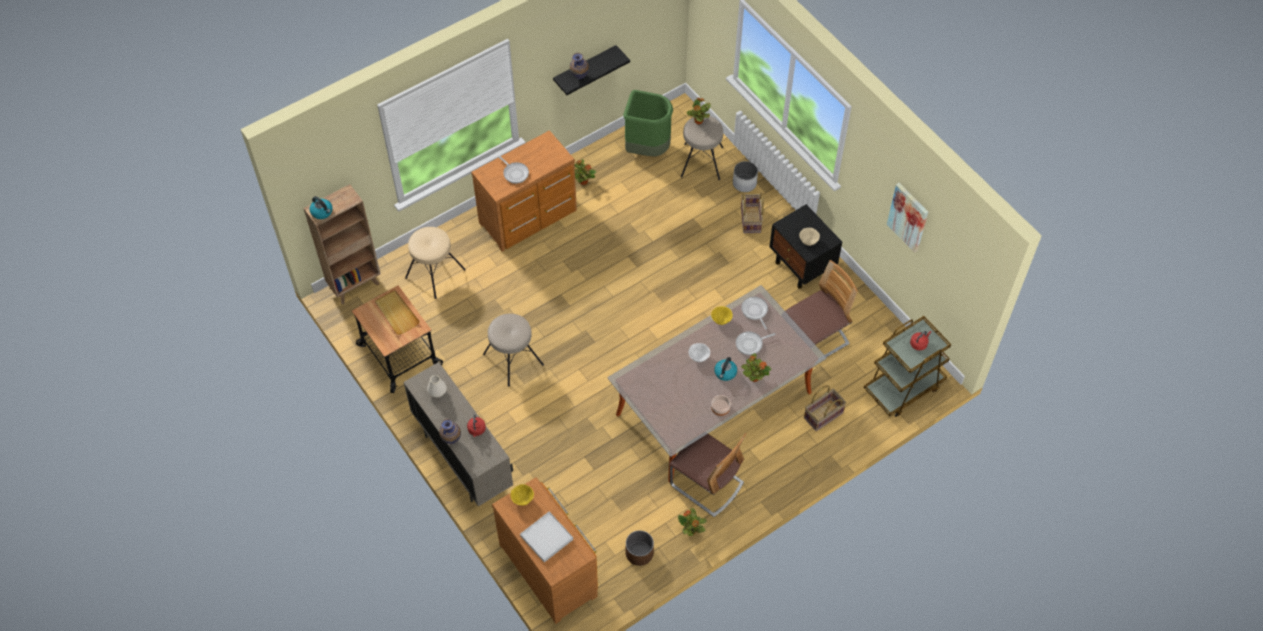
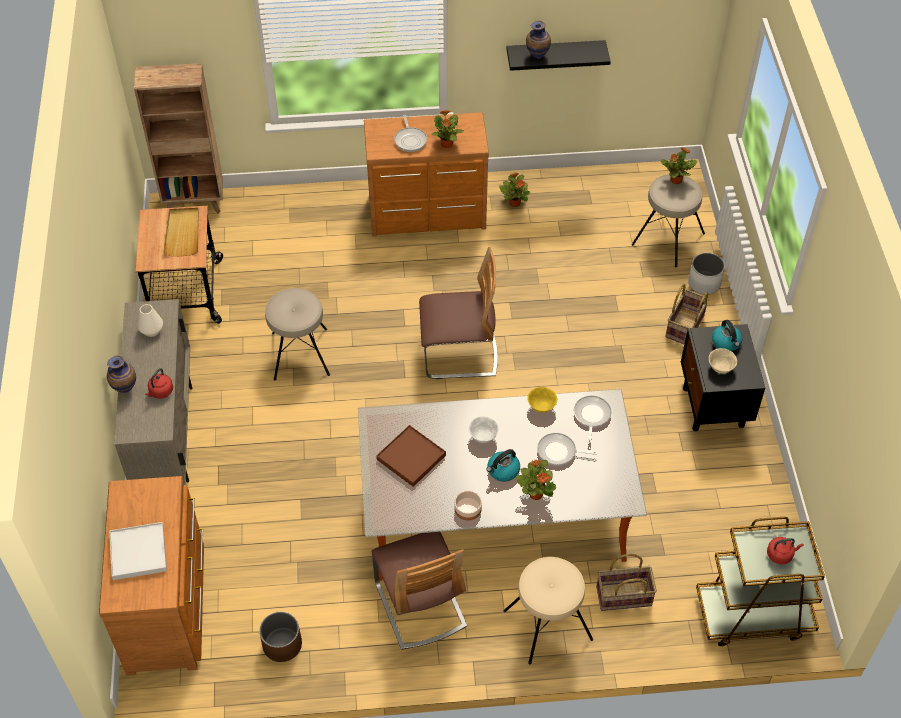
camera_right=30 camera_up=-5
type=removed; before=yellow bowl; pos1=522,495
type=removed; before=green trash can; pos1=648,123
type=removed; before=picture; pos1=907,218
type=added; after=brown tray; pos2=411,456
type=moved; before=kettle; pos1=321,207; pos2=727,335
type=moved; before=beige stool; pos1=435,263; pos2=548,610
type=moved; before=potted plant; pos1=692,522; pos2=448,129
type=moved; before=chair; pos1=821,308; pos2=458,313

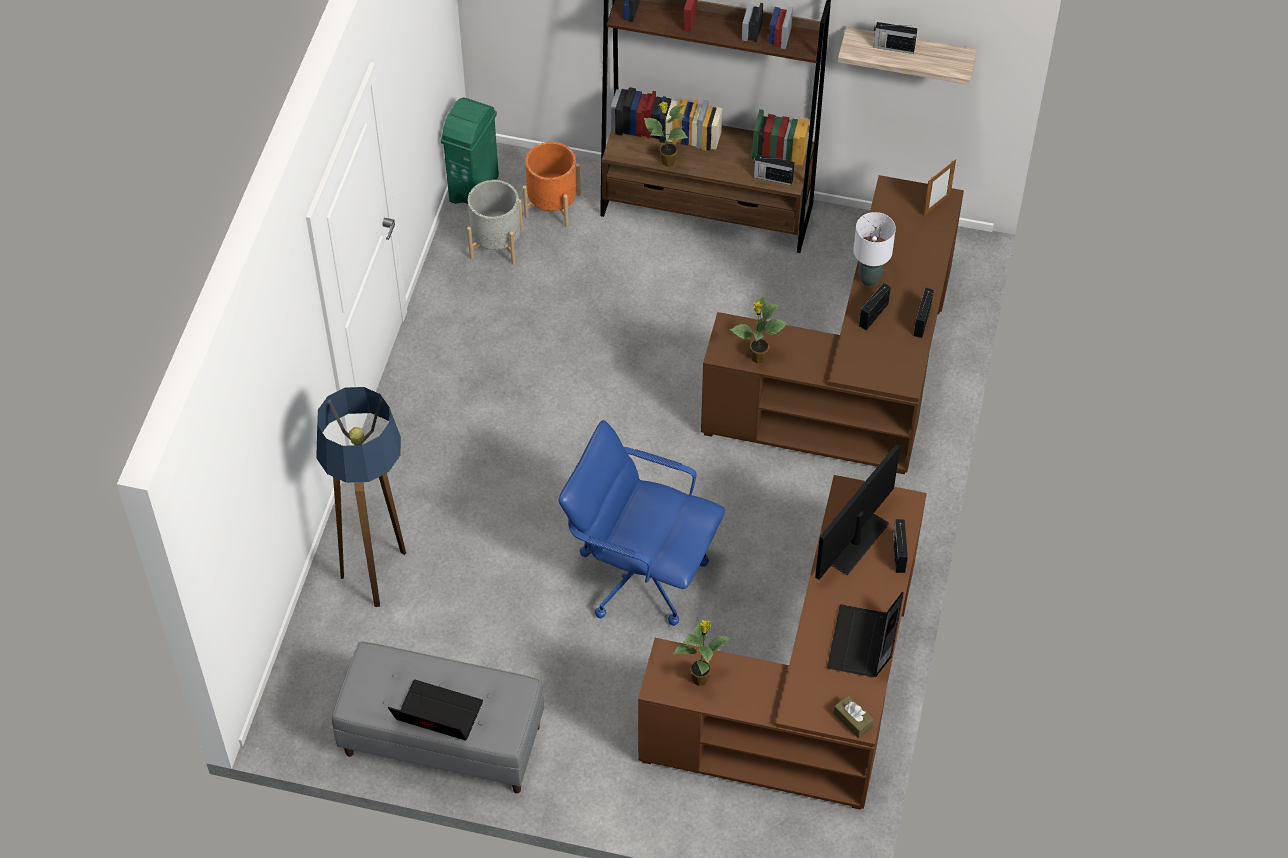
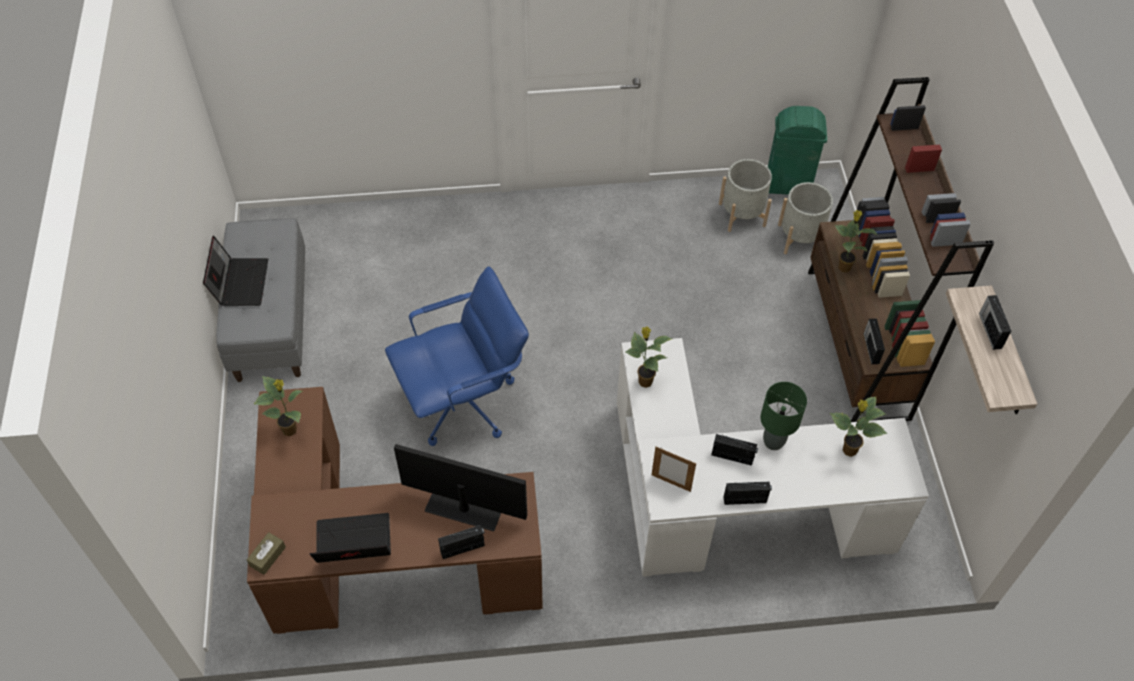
camera_right=70 camera_up=0
type=removed; before=floor lamp; pos1=361,497
type=added; after=potted plant; pos2=858,427
type=moved; before=picture frame; pos1=939,188; pos2=674,469
type=recoloured; before=orange planter; after=grey planter; pos1=552,184; pos2=805,218
type=recoloured; before=brown desk; after=white desk; pos1=832,324; pos2=773,457
type=recoloured; before=white table lamp; after=green table lamp; pos1=874,249; pos2=783,416
type=turned; before=blue office chair; pos1=641,523; pos2=457,356; turn=60

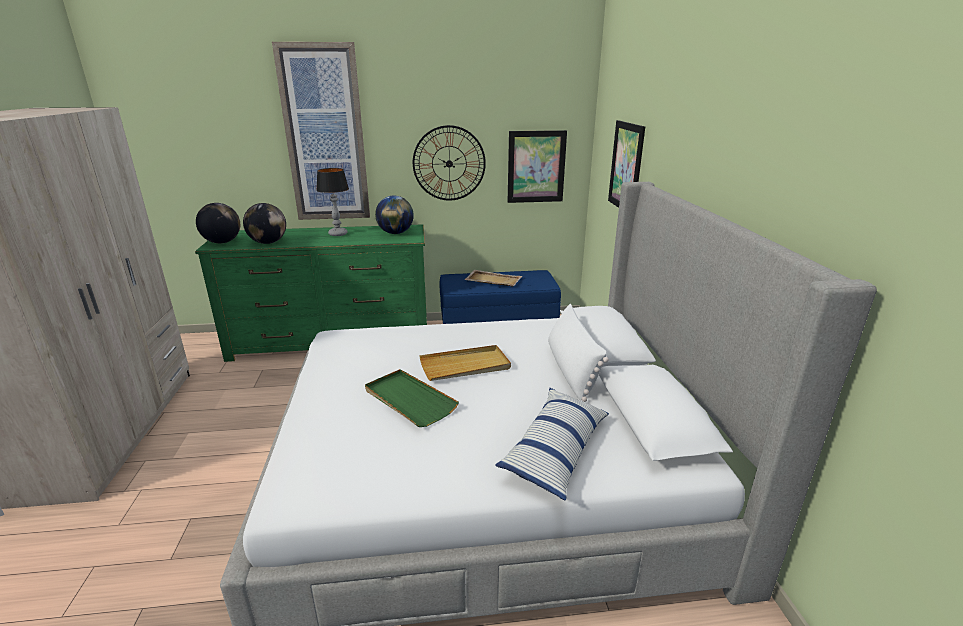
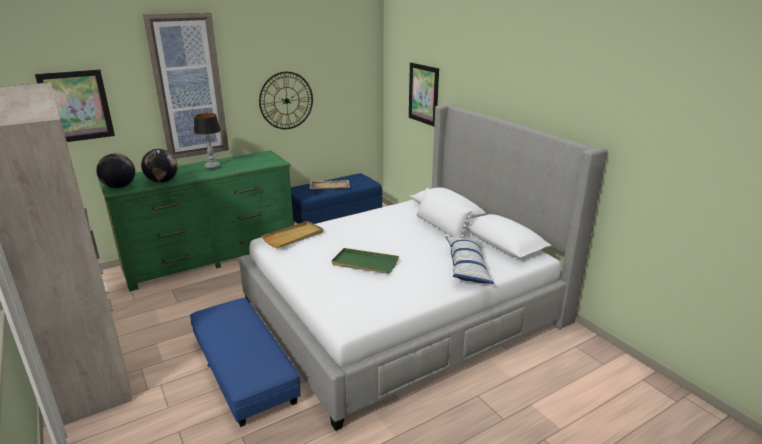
camera_right=-25 camera_up=0
type=removed; before=globe; pos1=394,215
type=added; after=blue ottoman; pos2=245,362
type=moved; before=beige tray; pos1=465,363; pos2=292,234
type=moved; before=picture; pos1=537,166; pos2=75,105

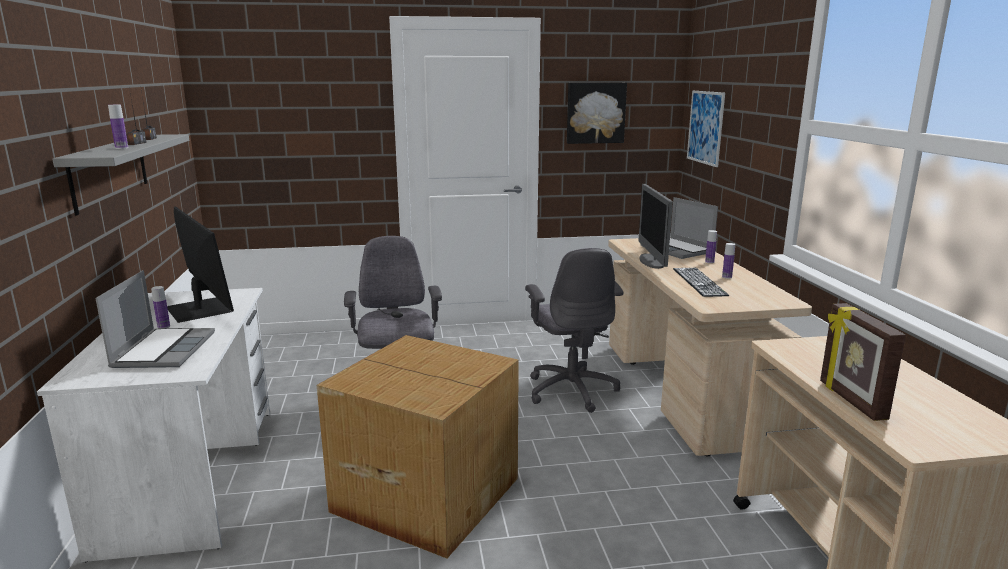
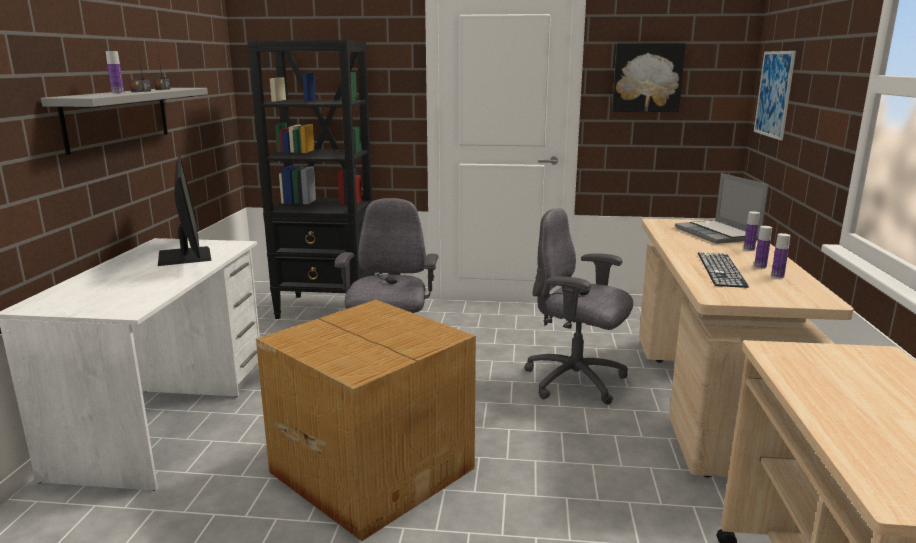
camera_right=15 camera_up=0
type=removed; before=laptop; pos1=155,319
type=removed; before=monitor; pos1=655,226
type=removed; before=picture frame; pos1=863,362
type=added; after=black bookcase; pos2=311,179
type=moved; before=bottle; pos1=160,307; pos2=780,255
type=turned; before=grey office chair; pos1=574,330; pos2=578,306; turn=120

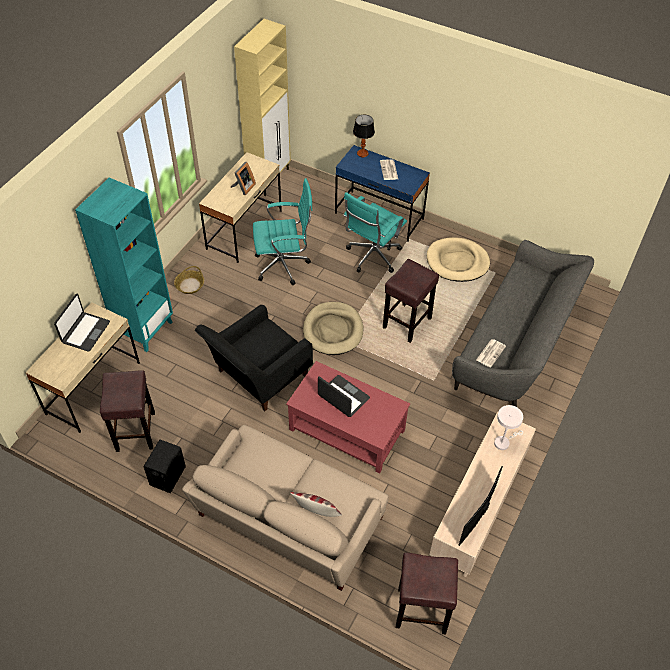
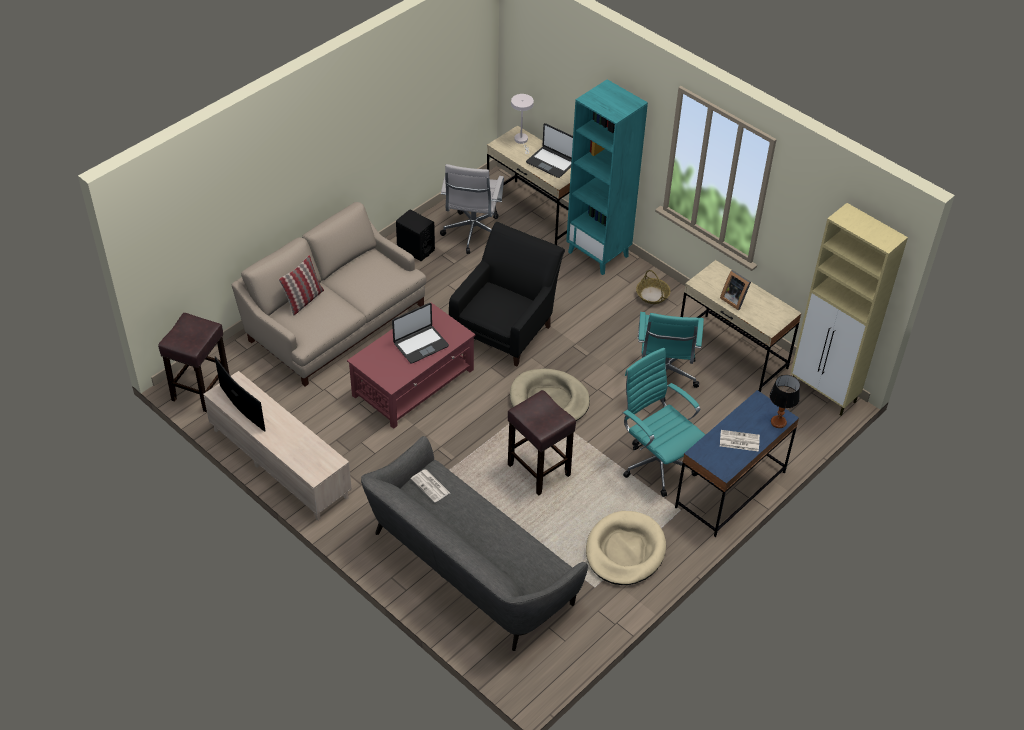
camera_right=105 camera_up=-5
type=moved; before=white table lamp; pos1=508,427; pos2=522,124
type=replaced; before=brown stool; after=white office chair; pos1=127,411; pos2=472,209
type=turned; before=black armchair; pos1=254,358; pos2=507,294; turn=60

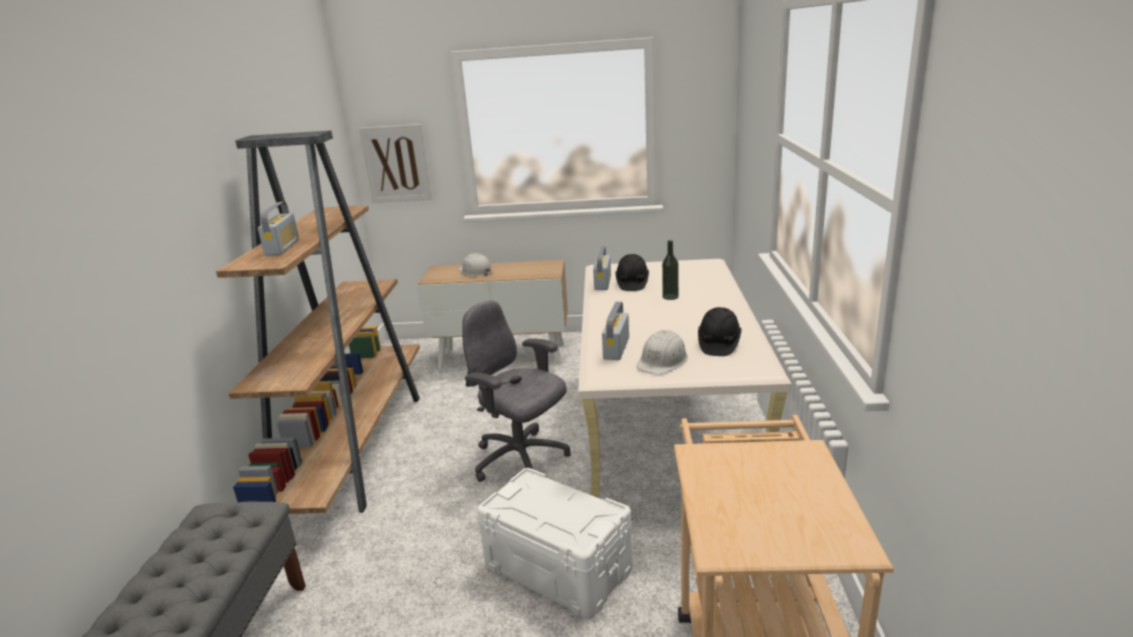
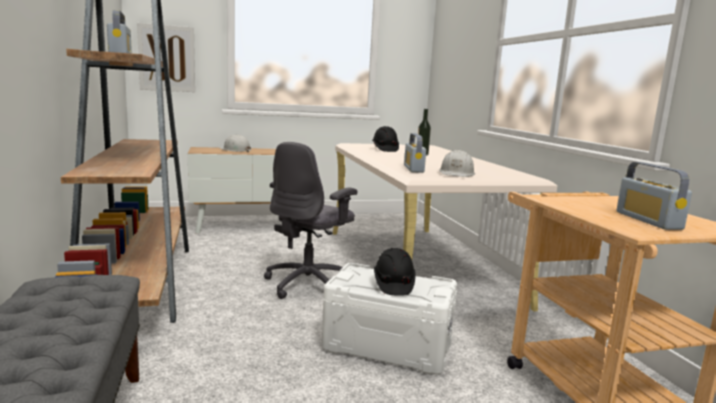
camera_right=-20 camera_up=-10
type=moved; before=radio; pos1=602,268; pos2=654,196
type=moved; before=black hard hat; pos1=719,331; pos2=395,272
type=turned; before=grey office chair; pos1=516,391; pos2=310,220; turn=-75

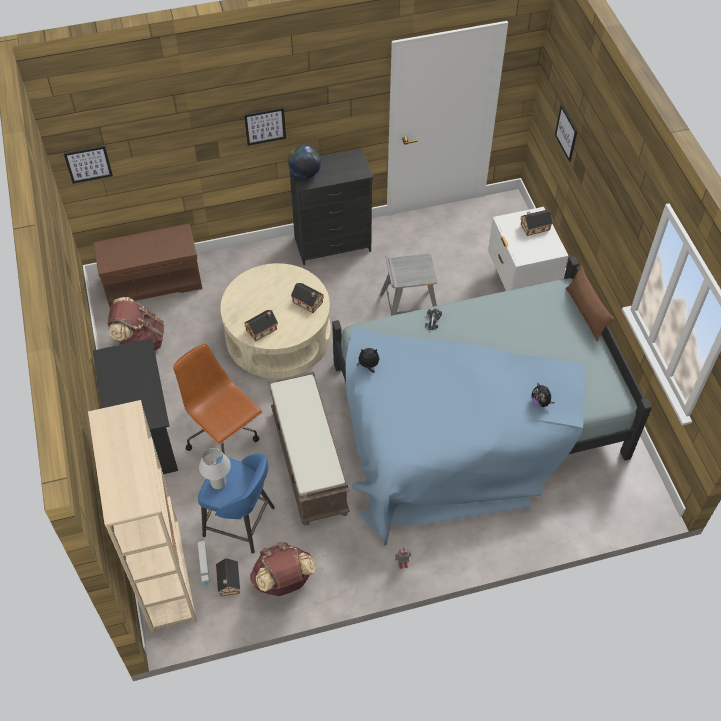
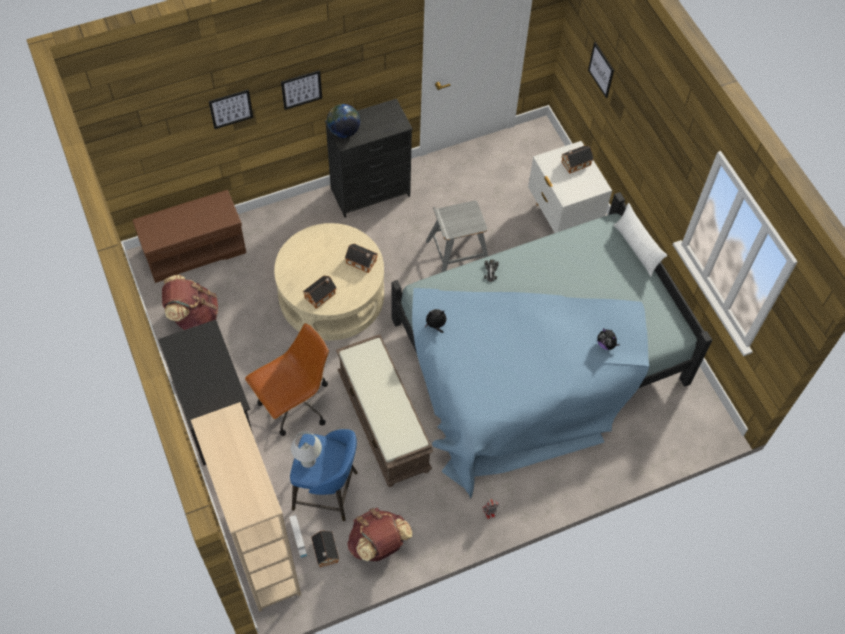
camera_right=-10 camera_up=5
type=moved; before=picture; pos1=88,165; pos2=231,109
type=recoloured; before=brown pillow; after=white pillow; pos1=590,303; pos2=640,240
type=turned; before=brown office chair; pos1=217,399; pos2=287,379; turn=105

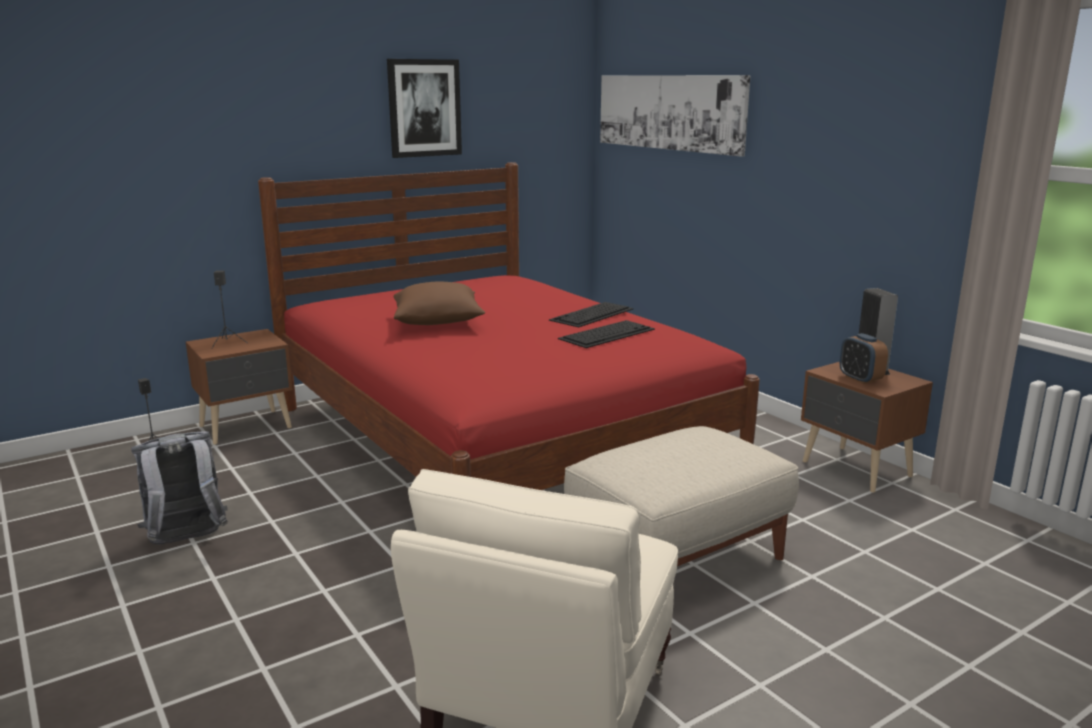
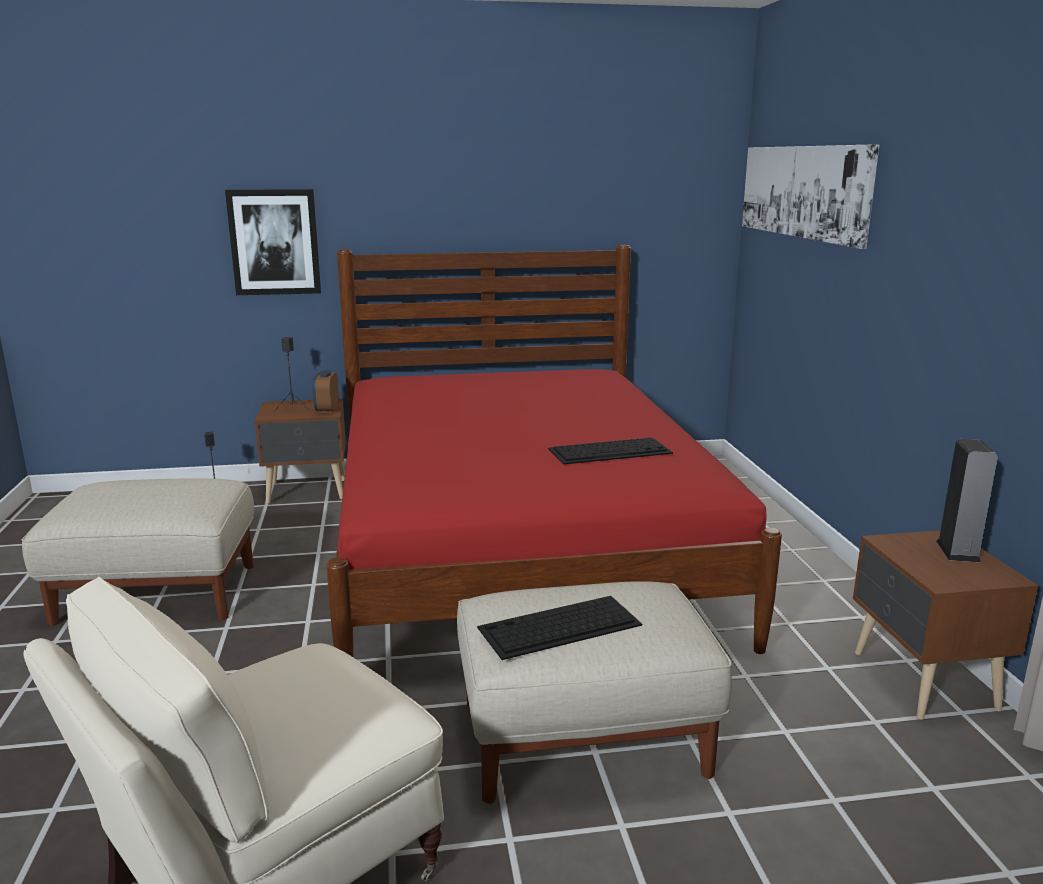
camera_right=25 camera_up=0
type=removed; before=brown pillow; pos1=439,303
type=moved; before=picture; pos1=424,108; pos2=273,242
type=moved; before=keyboard; pos1=591,315; pos2=559,628
type=moved; before=alarm clock; pos1=864,358; pos2=325,391
type=replaced; before=grey backpack; after=beige ottoman; pos1=179,488; pos2=138,552

